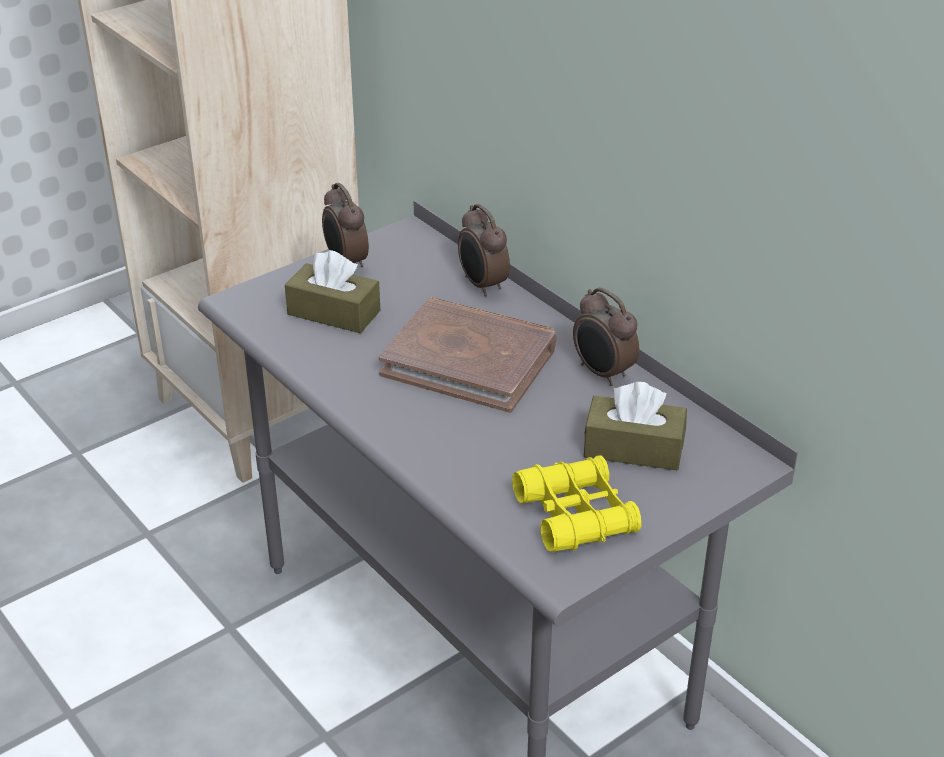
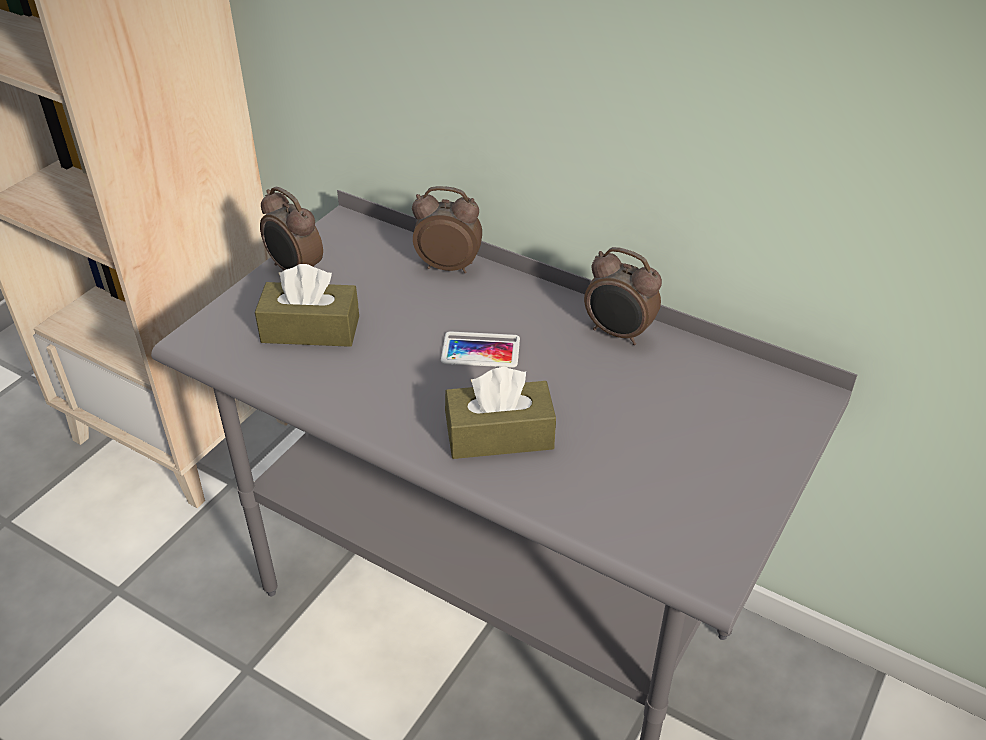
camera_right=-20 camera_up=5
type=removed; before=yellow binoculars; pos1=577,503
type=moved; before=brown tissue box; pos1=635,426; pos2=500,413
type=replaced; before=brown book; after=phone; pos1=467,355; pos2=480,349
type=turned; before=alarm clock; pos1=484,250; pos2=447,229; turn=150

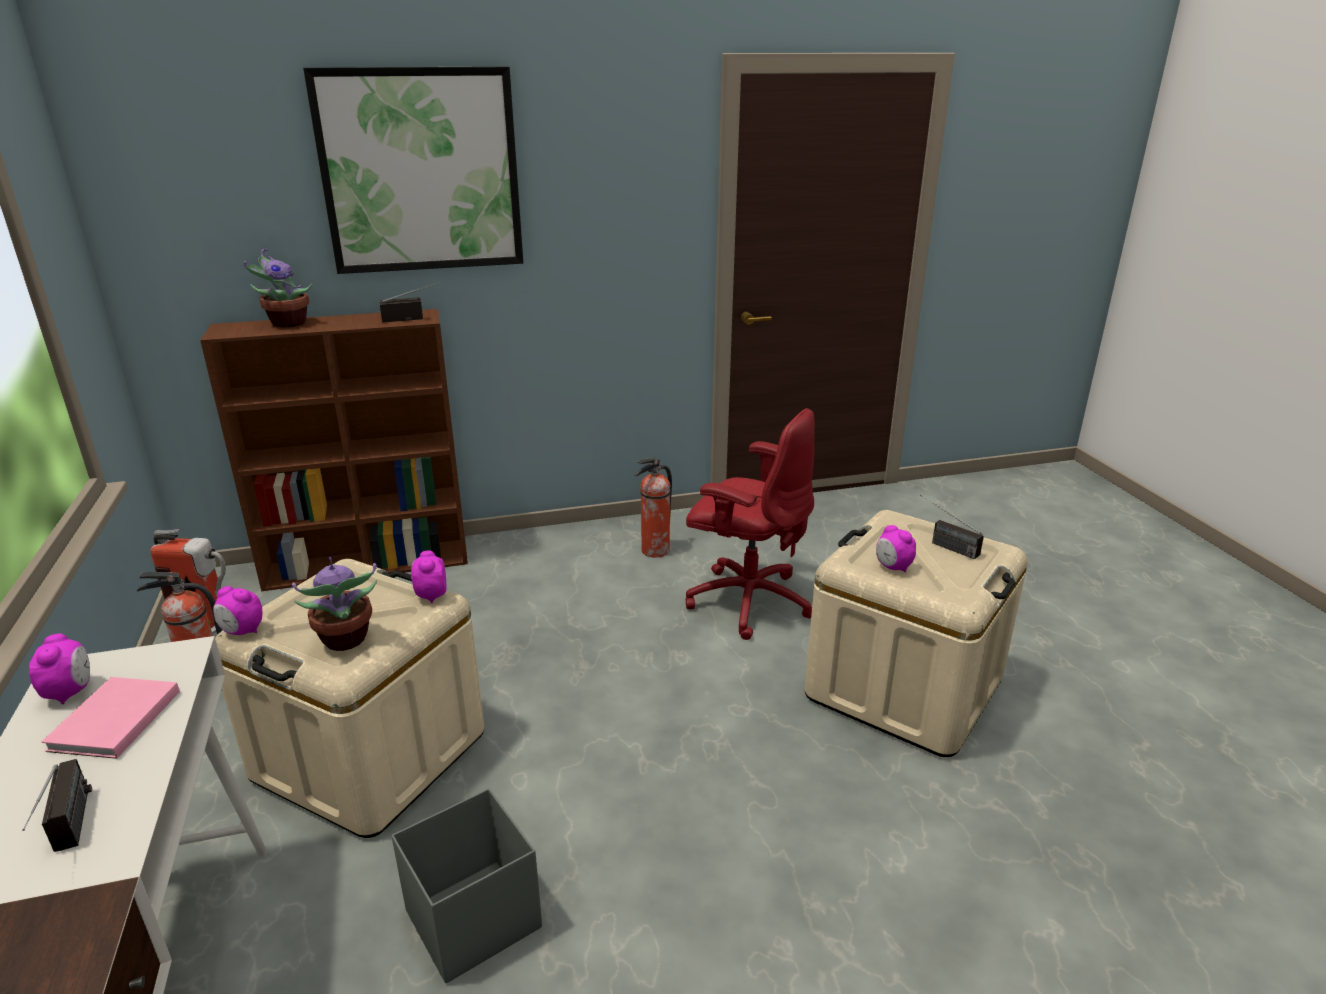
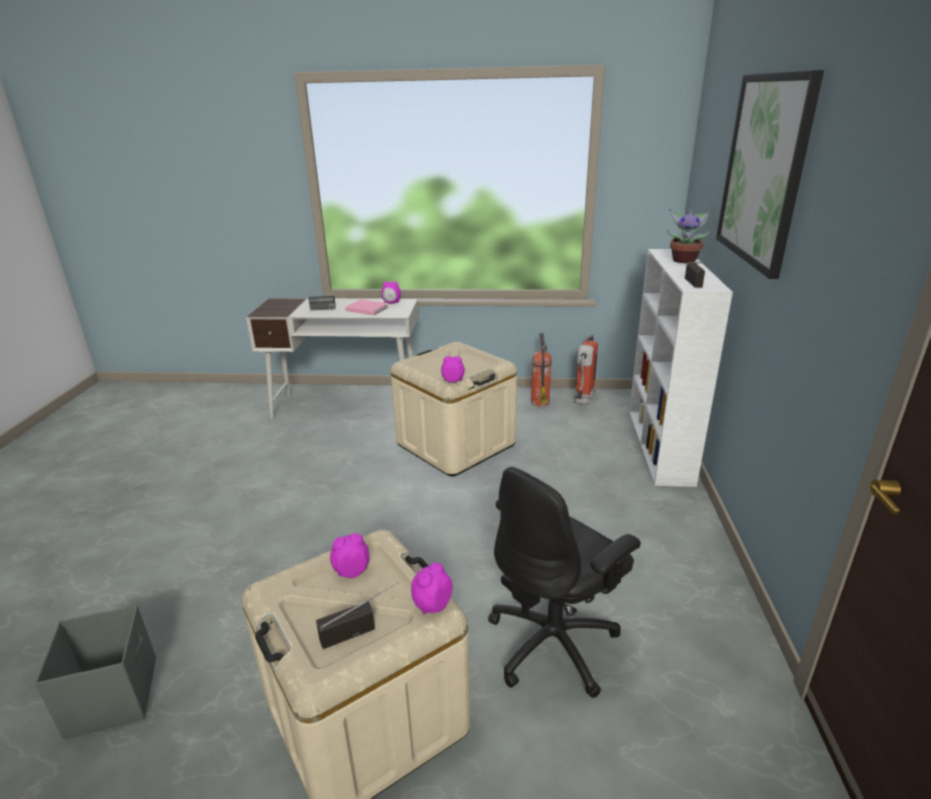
camera_right=110 camera_up=0
type=removed; before=potted plant; pos1=334,604
type=removed; before=fire extinguisher; pos1=653,508
type=moved; before=alarm clock; pos1=237,610; pos2=432,588
type=moved; before=grey storage box; pos1=466,885; pos2=95,672
type=recoloured; before=brown bookcase; after=white bookcase; pos1=334,450; pos2=681,368
type=recoloured; before=red office chair; after=black office chair; pos1=749,524; pos2=564,582

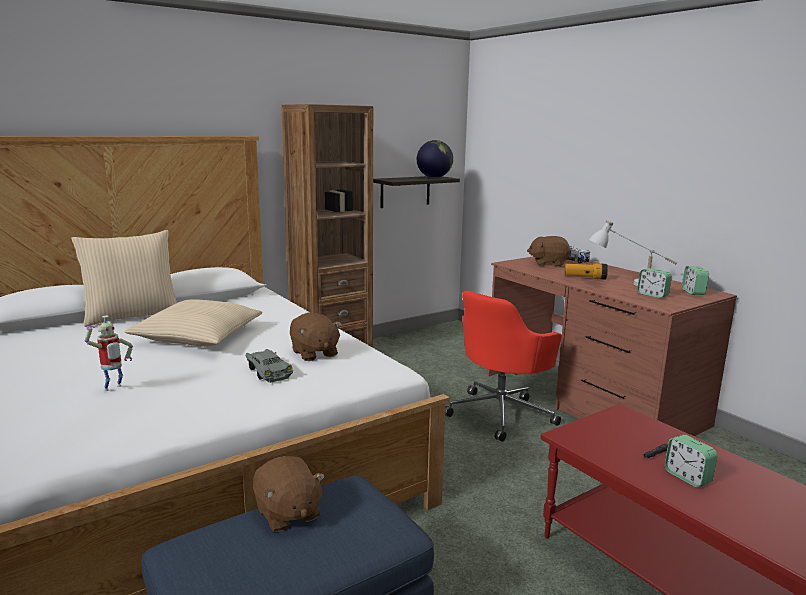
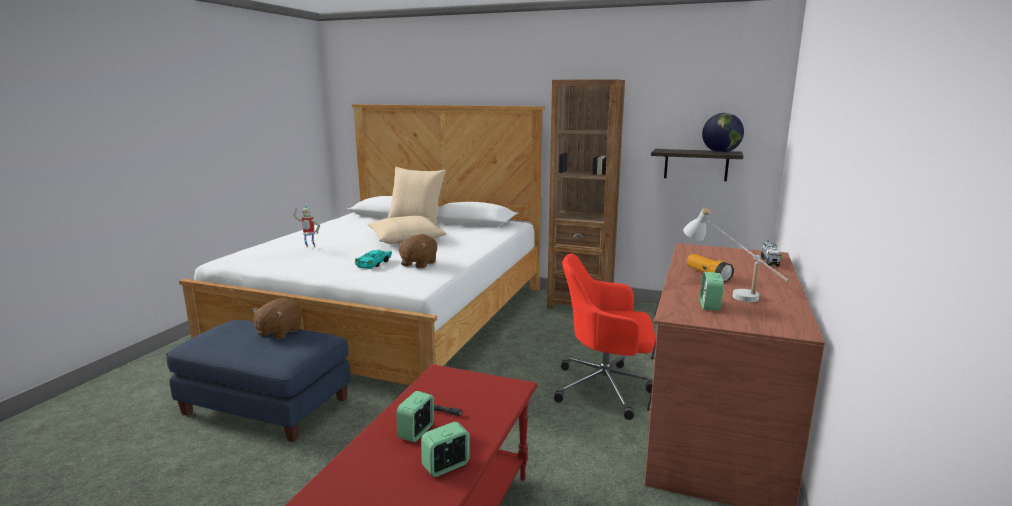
camera_right=55 camera_up=0
type=removed; before=brown plush toy; pos1=548,251
type=moved; before=alarm clock; pos1=695,280; pos2=445,449
type=recoloured; before=grey toy car; after=turquoise toy car; pos1=269,366; pos2=373,259

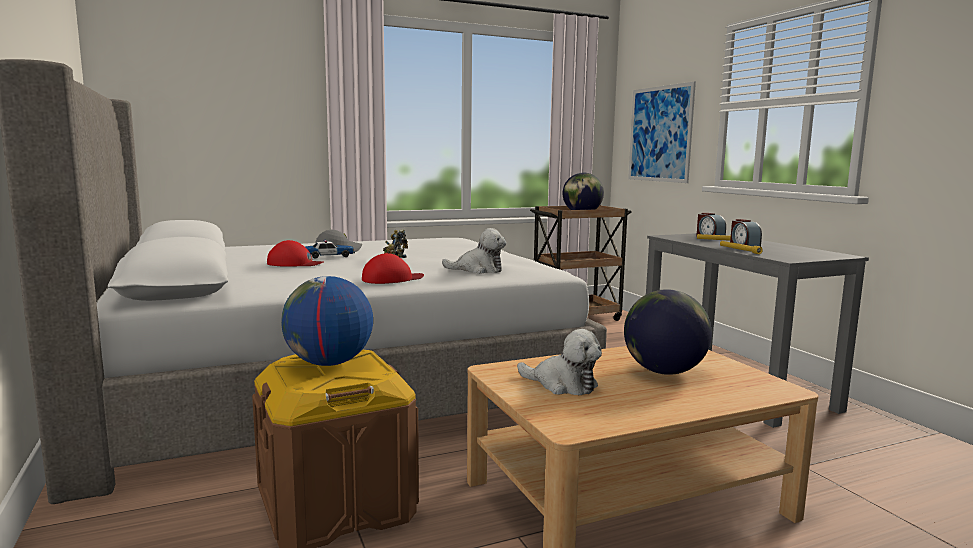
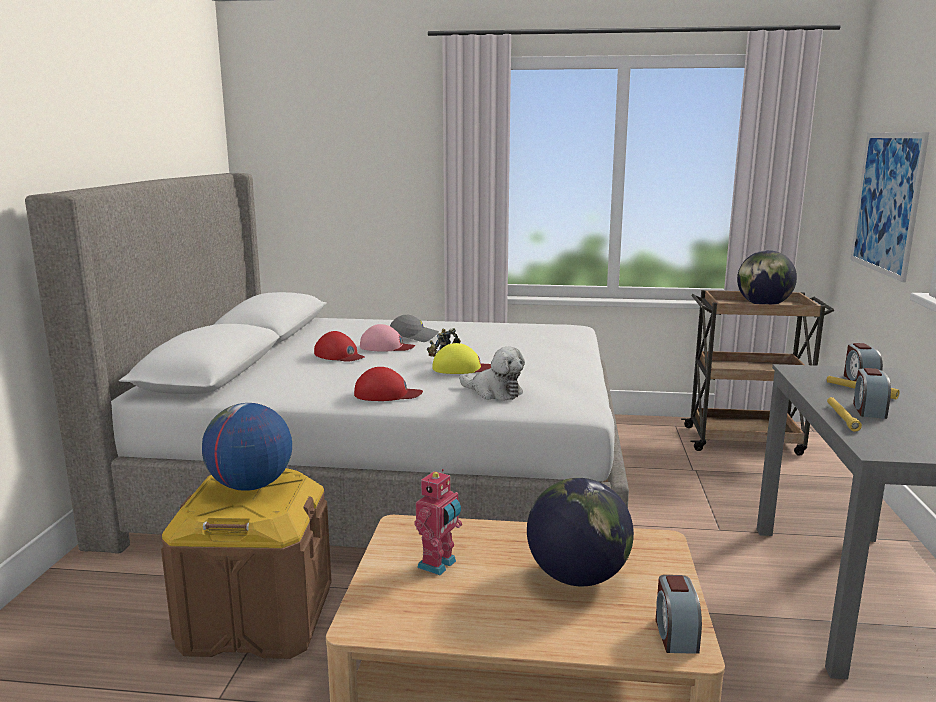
camera_right=30 camera_up=5
type=added; after=yellow cap; pos2=461,358
type=added; after=alarm clock; pos2=679,614
type=replaced; before=toy car; after=pink cap; pos1=330,249; pos2=387,338
type=replaced; before=plush toy; after=toy robot; pos1=559,362; pos2=438,522

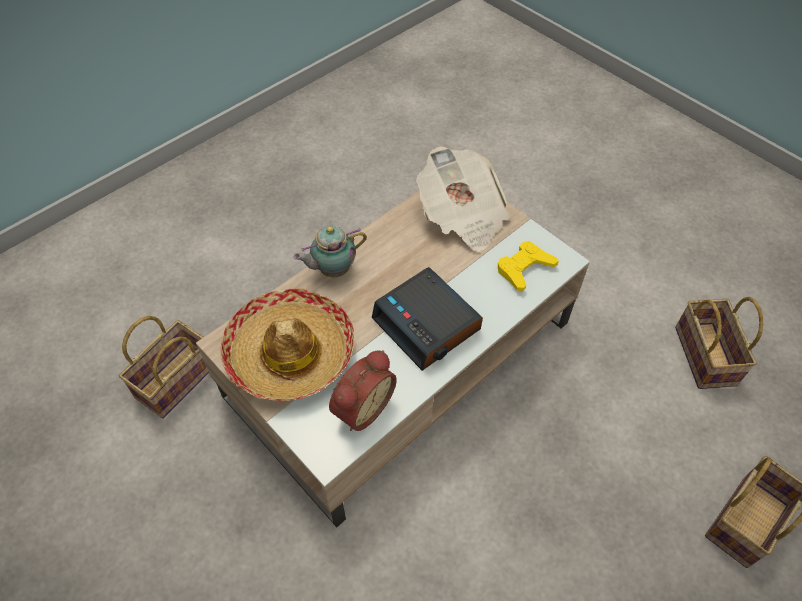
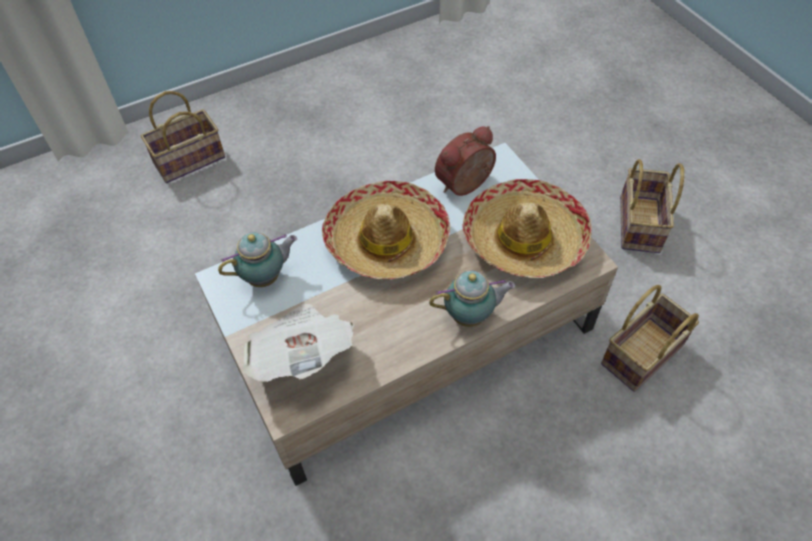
camera_right=-165 camera_up=0
type=moved; before=basket; pos1=719,343; pos2=652,206
type=replaced; before=alarm clock; after=hat; pos1=427,319; pos2=386,230
type=replaced; before=yellow game controller; after=teapot; pos1=528,266; pos2=257,259

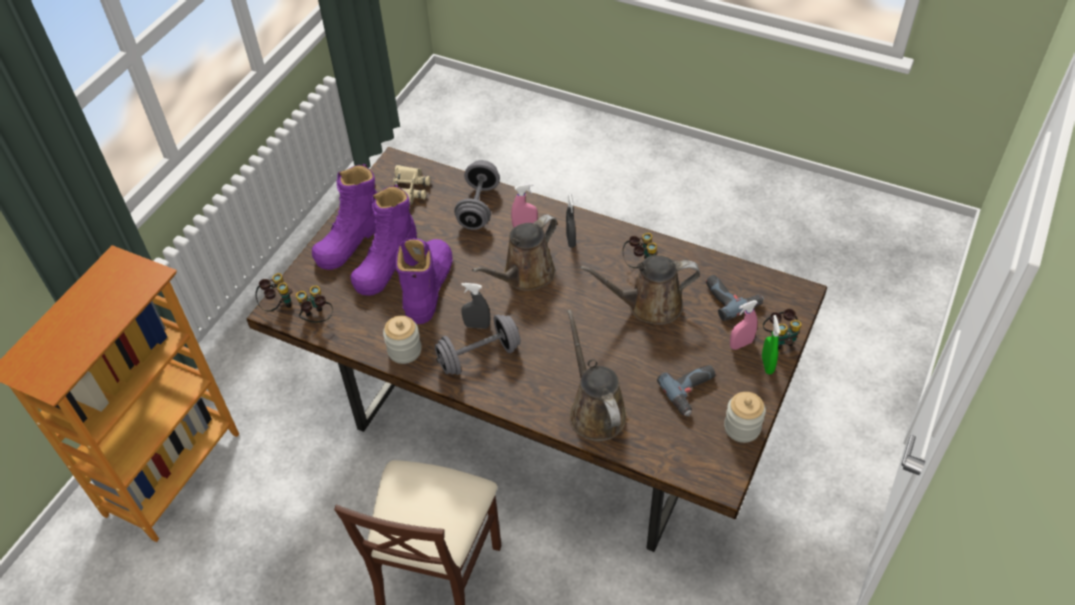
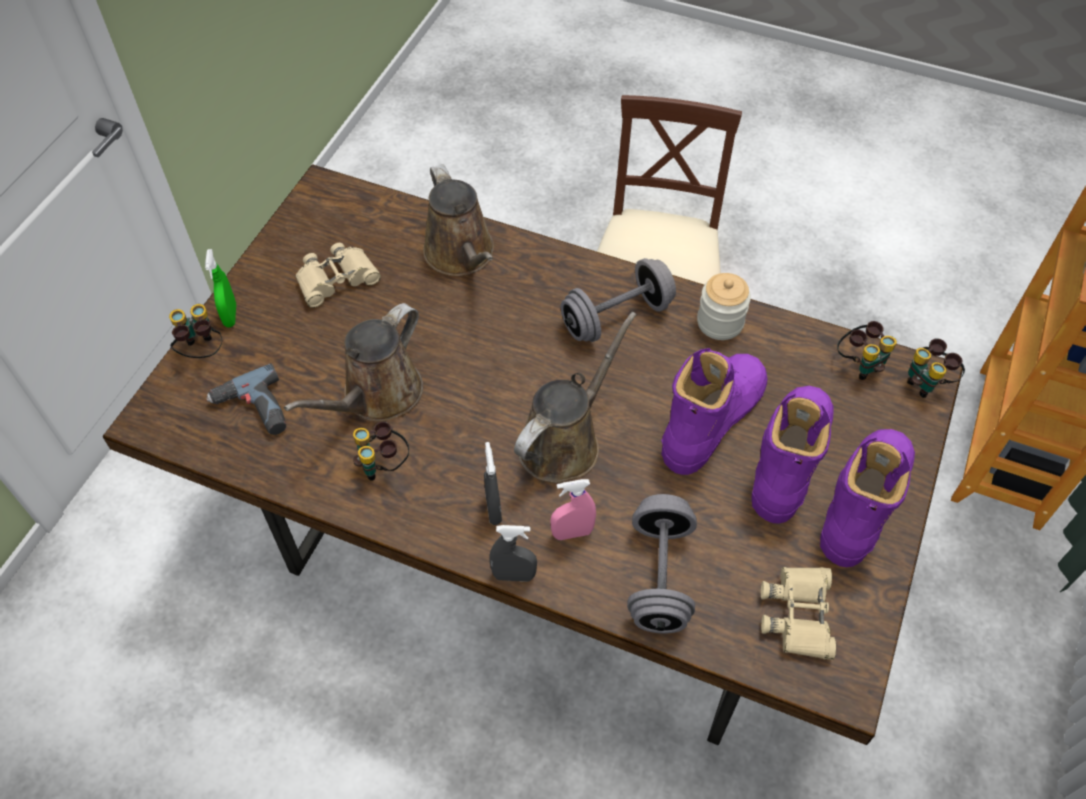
camera_right=175 camera_up=5
type=removed; before=jar; pos1=745,417
type=removed; before=pink spray bottle; pos1=744,325
type=moved; before=grey spray bottle; pos1=476,306; pos2=513,553
type=replaced; before=power drill; after=beige binoculars; pos1=686,390; pos2=338,275
type=turned; before=purple boot; pos1=423,281; pos2=714,411; turn=-150
type=turned; before=brown watering can; pos1=640,290; pos2=353,362; turn=135

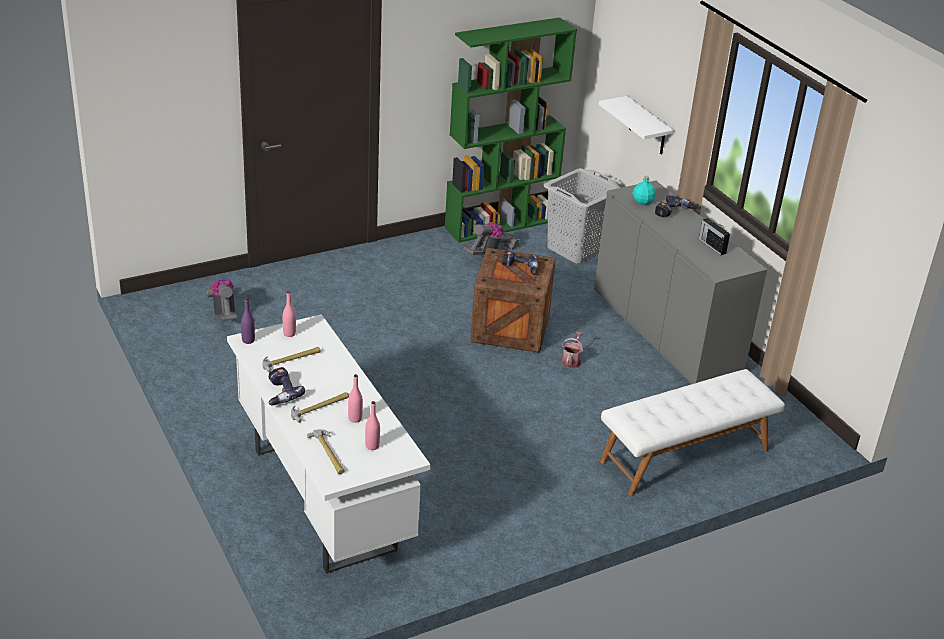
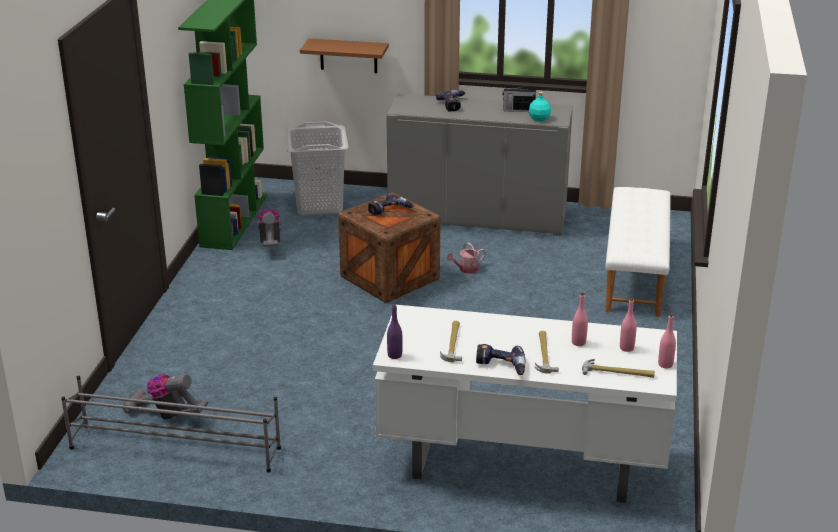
camera_right=-50 camera_up=-5
type=added; after=grey shoe rack; pos2=171,424
type=moved; before=pink bottle; pos1=289,314; pos2=667,341
type=moved; before=turquoise bottle; pos1=644,190; pos2=540,106
type=recoloured; before=white shelf; after=brown shelf; pos1=636,125; pos2=344,55
type=turned; before=watering can; pos1=573,350; pos2=465,258; turn=-90

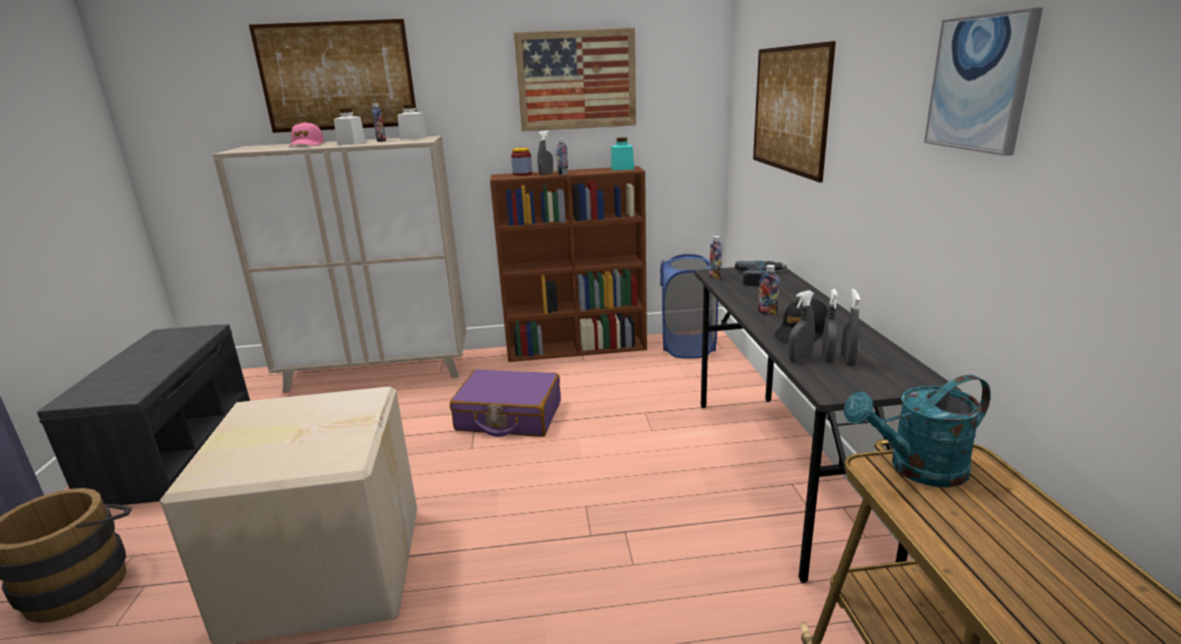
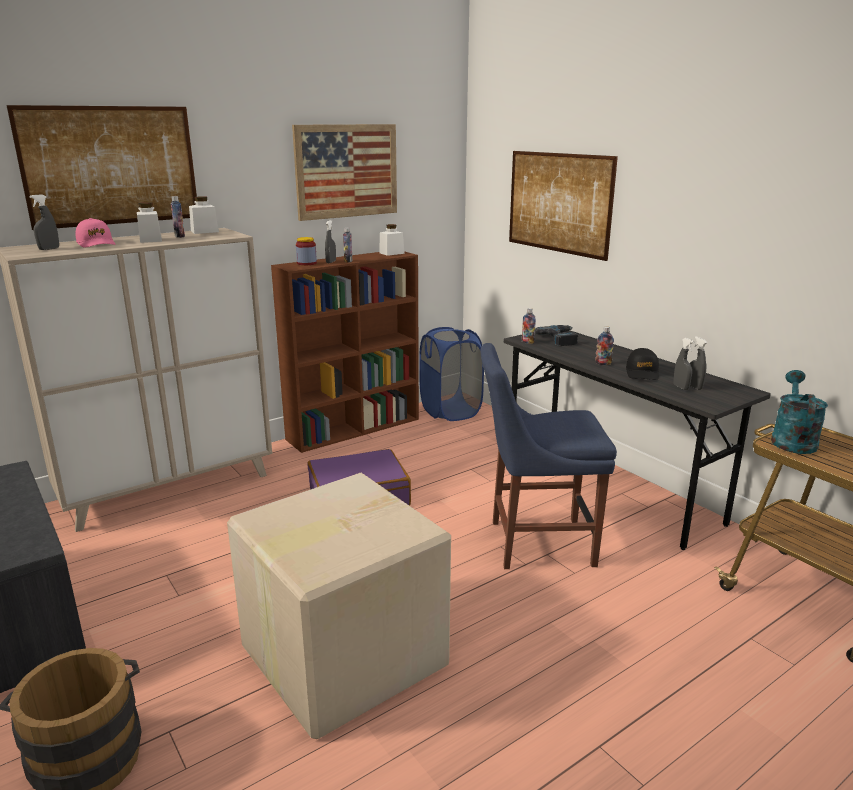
camera_right=-30 camera_up=0
type=removed; before=picture; pos1=983,81
type=added; after=blue chair; pos2=549,456
type=moved; before=grey spray bottle; pos1=801,326; pos2=44,222
type=recoloured; before=turquoise jar; after=white jar; pos1=622,154; pos2=391,240
type=turned; before=turquoise watering can; pos1=917,431; pos2=799,412; turn=150

